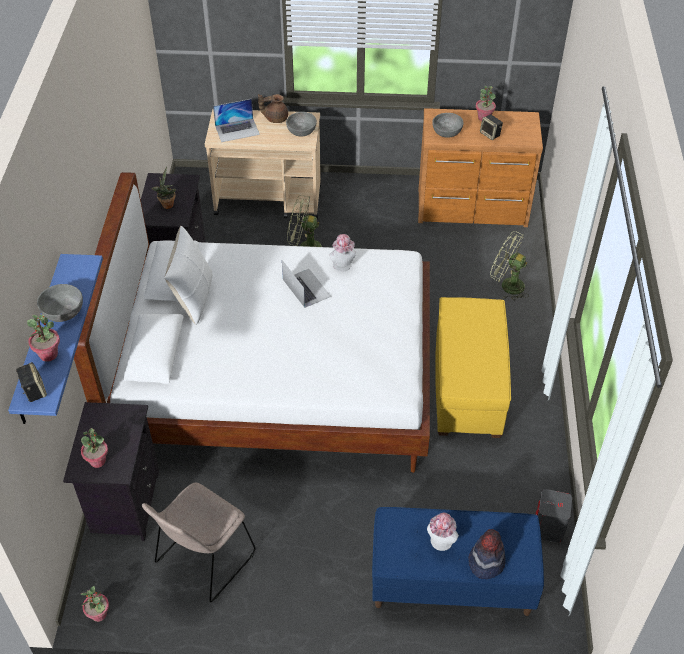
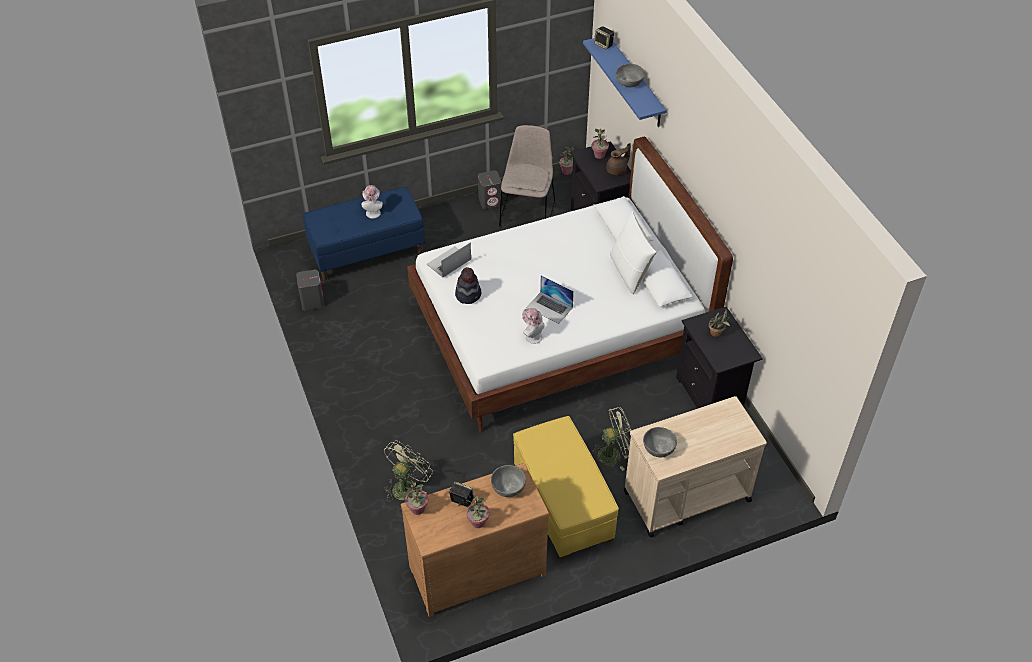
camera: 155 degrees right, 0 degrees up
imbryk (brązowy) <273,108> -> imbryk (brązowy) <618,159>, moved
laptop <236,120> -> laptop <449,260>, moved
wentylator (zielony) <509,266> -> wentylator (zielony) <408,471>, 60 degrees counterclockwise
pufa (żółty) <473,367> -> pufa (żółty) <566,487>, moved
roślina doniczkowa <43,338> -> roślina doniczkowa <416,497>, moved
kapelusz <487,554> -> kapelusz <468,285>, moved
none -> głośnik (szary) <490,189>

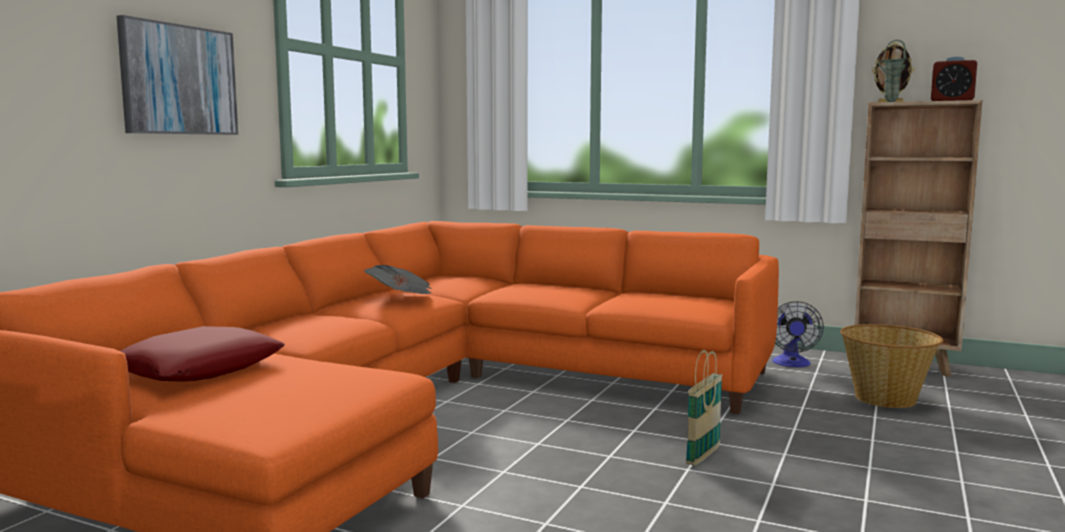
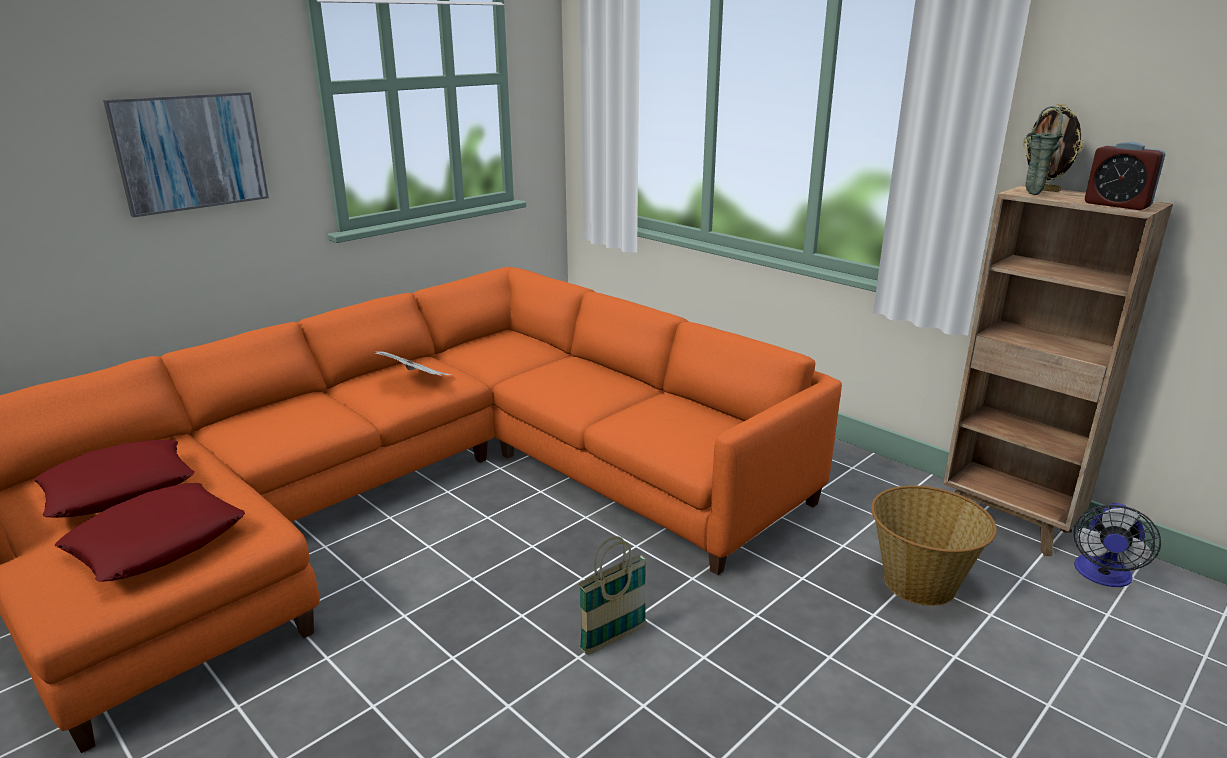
camera: 20 degrees right, 15 degrees up
wentylator <798,334> -> wentylator <1117,545>, moved
none -> poduszka (czerwony) <150,532>

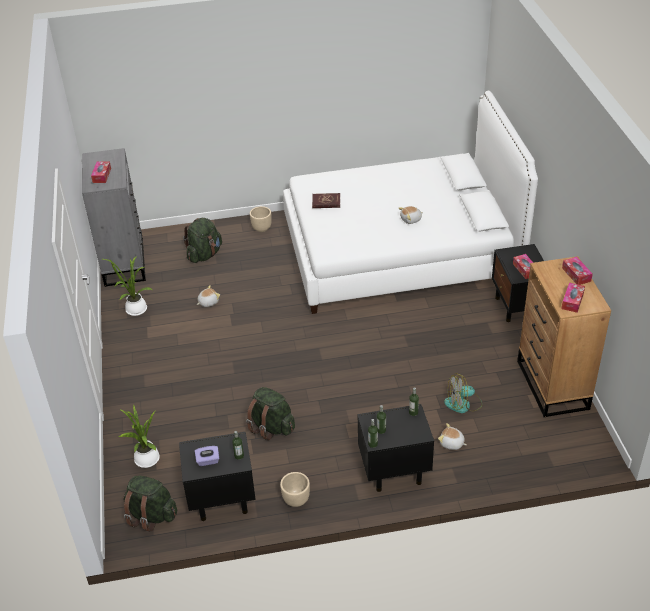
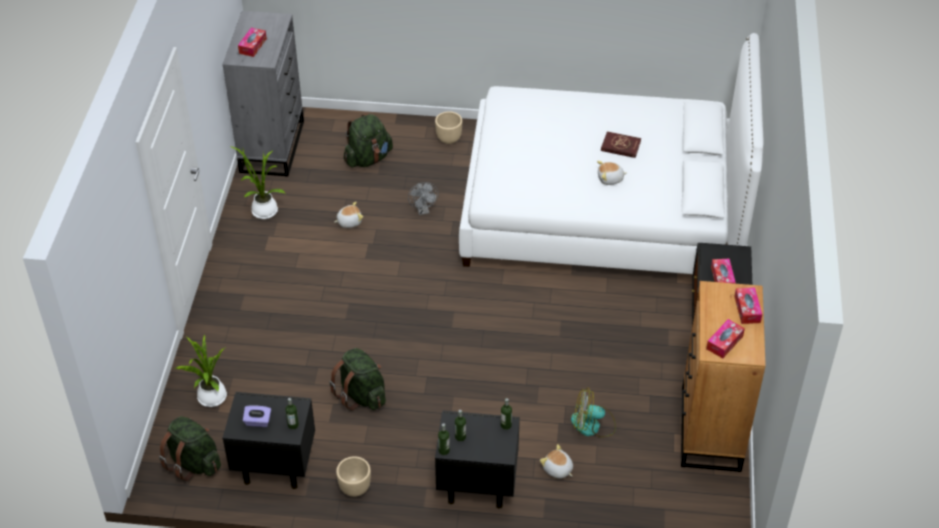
camera: 15 degrees right, 5 degrees up
książka (czerwony) <326,200> -> książka (czerwony) <621,144>, moved
none -> wentylator (szary) <423,198>

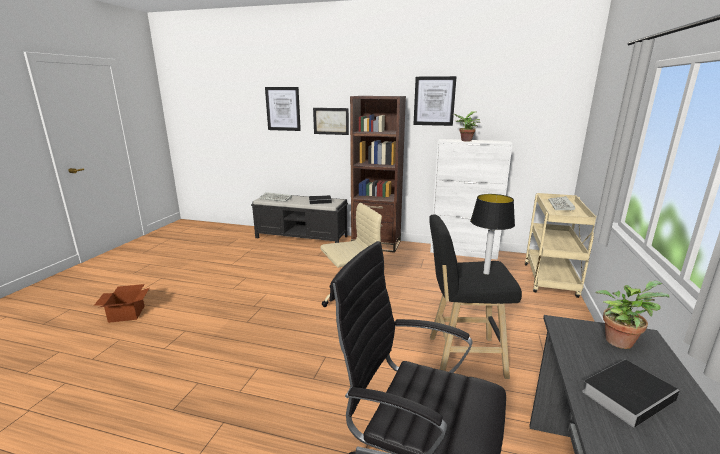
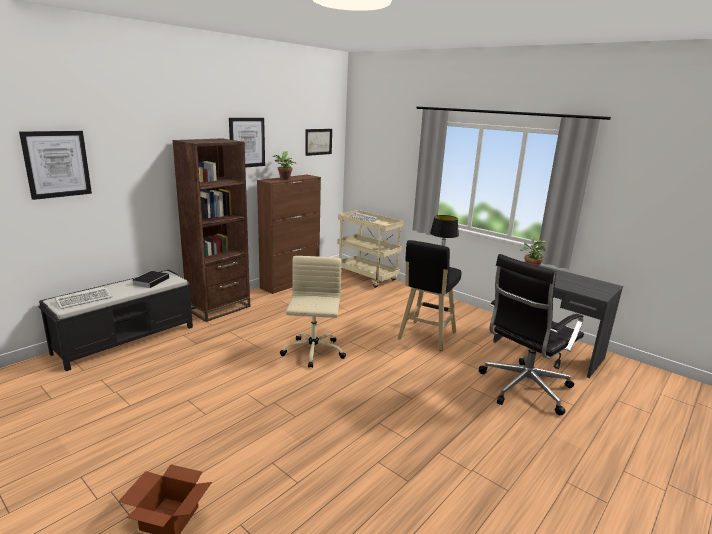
camera: 65 degrees left, 0 degrees up
obraz <331,121> -> obraz <318,142>, moved
szafka (biały) <471,199> -> szafka (brązowy) <289,234>
książka <631,394> -> none

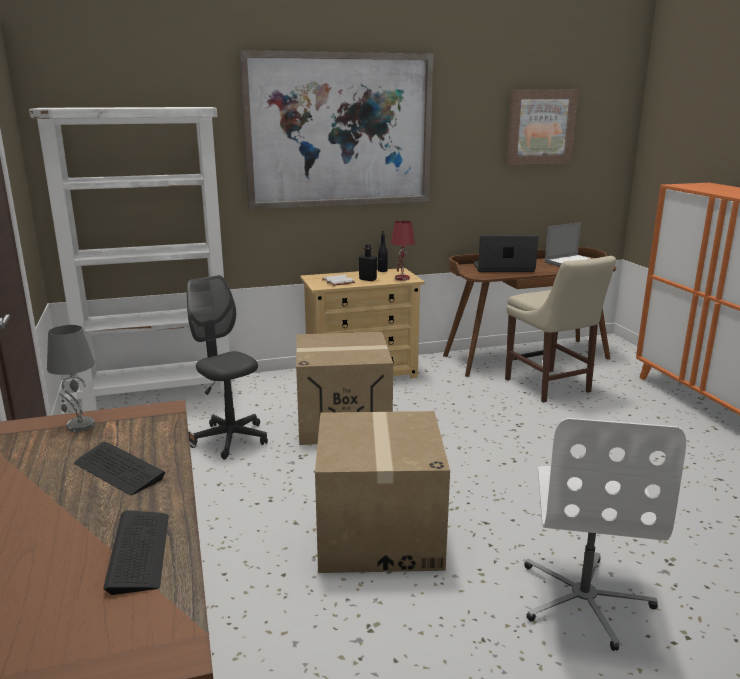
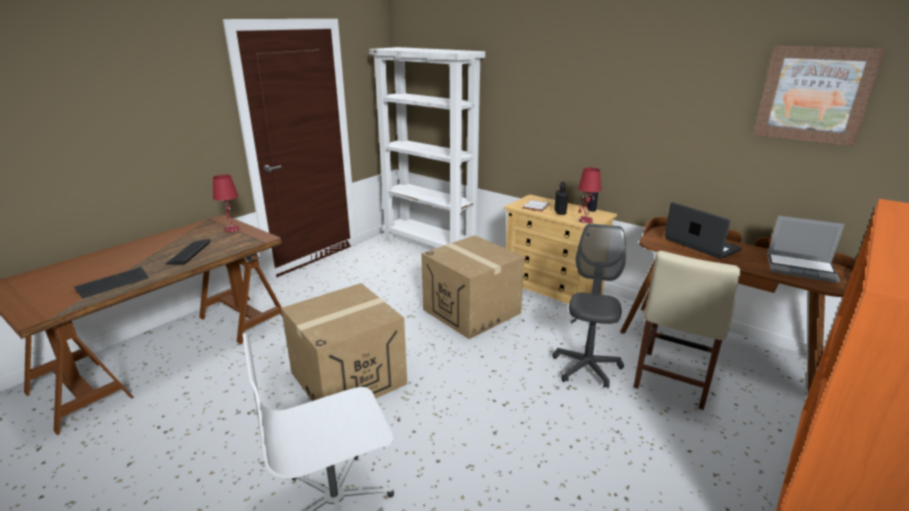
camera: 55 degrees right, 5 degrees up
obraz <336,130> -> none
krzesło biurowe (szary) <227,367> -> krzesło biurowe (szary) <589,306>, moved
lampa stołowa (szary) <71,378> -> lampa stołowa (czerwony) <226,204>

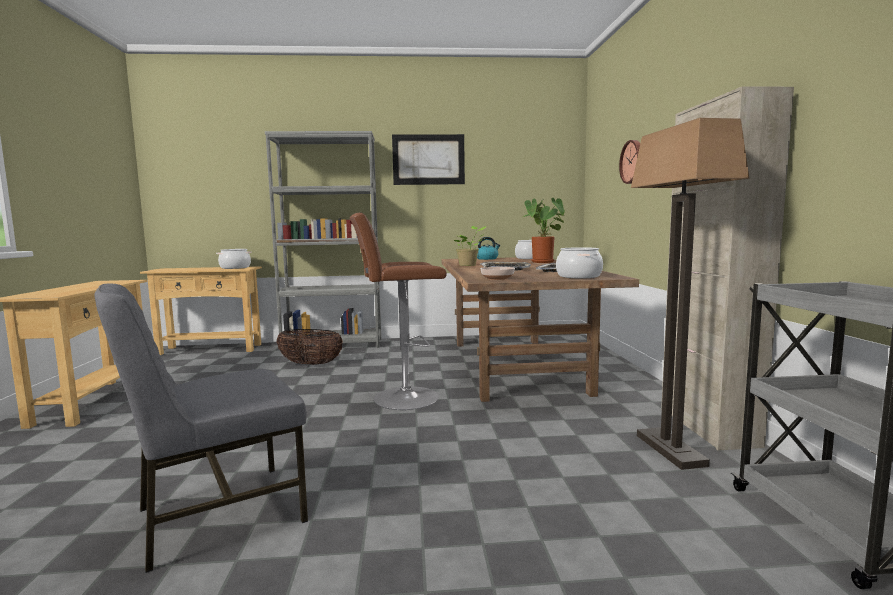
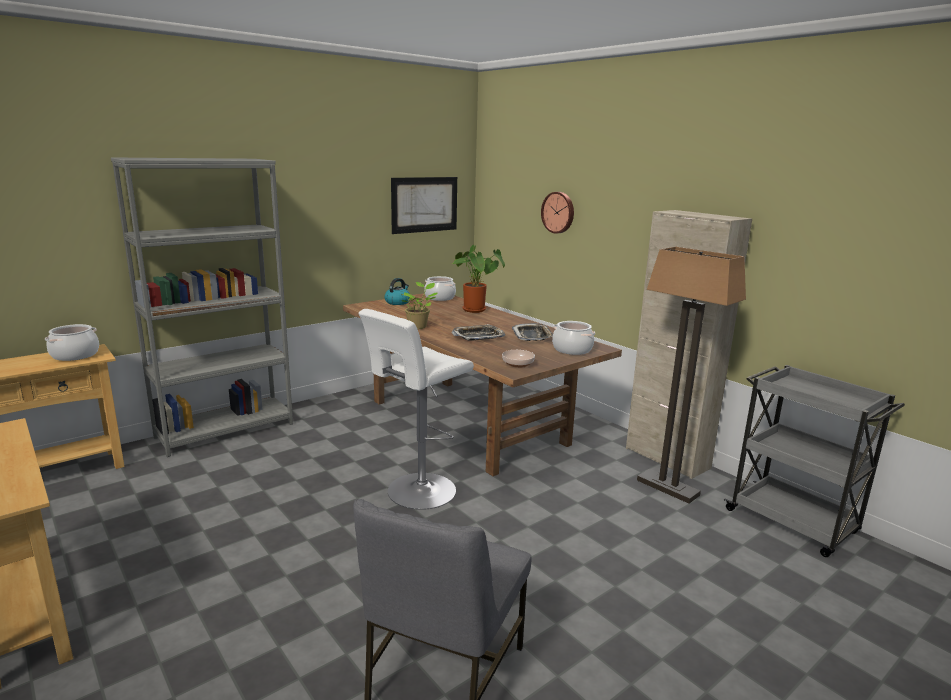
camera: 35 degrees left, 10 degrees up
obraz <428,159> -> obraz <424,205>, moved
stołek (brązowy) <398,311> -> stołek (biały) <416,409>
koszyk <309,347> -> none

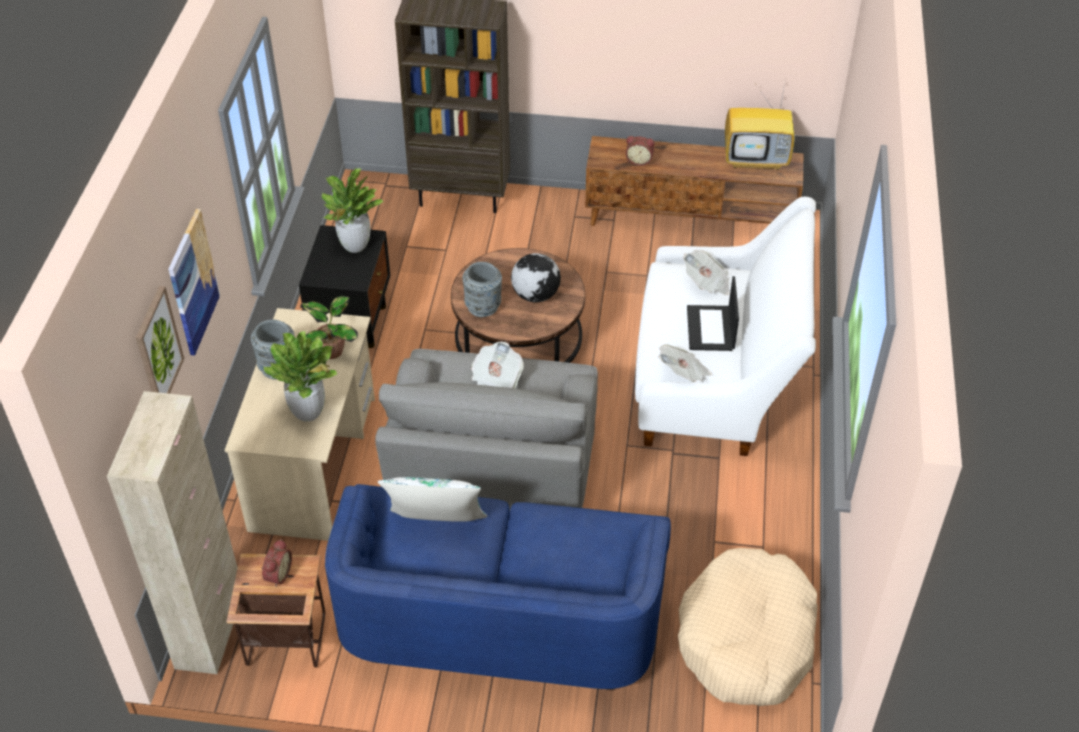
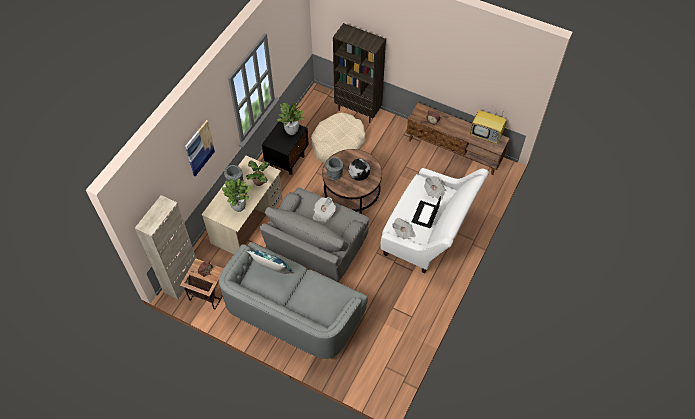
camera: 20 degrees right, 10 degrees up
obraz <160,340> -> none
poduszka (biały) <433,499> -> poduszka (niebieski) <270,262>
kanapa (niebieski) <498,587> -> kanapa (szary) <293,300>
legowisko (beżowy) <748,627> -> legowisko (beżowy) <338,138>, moved

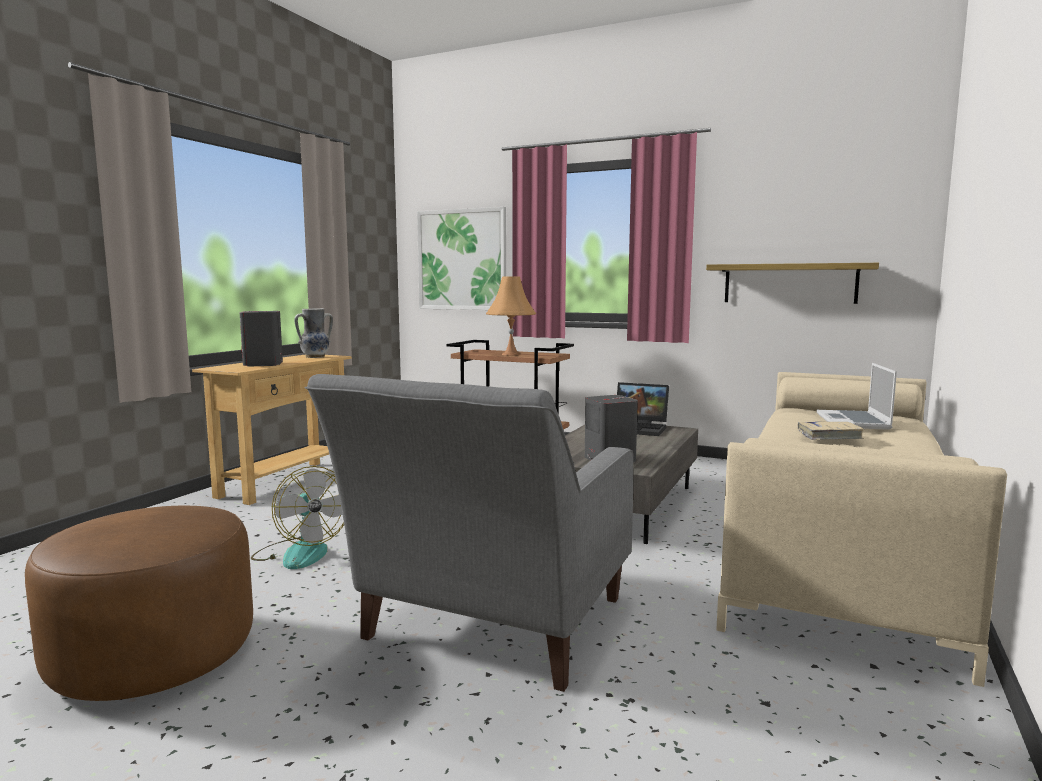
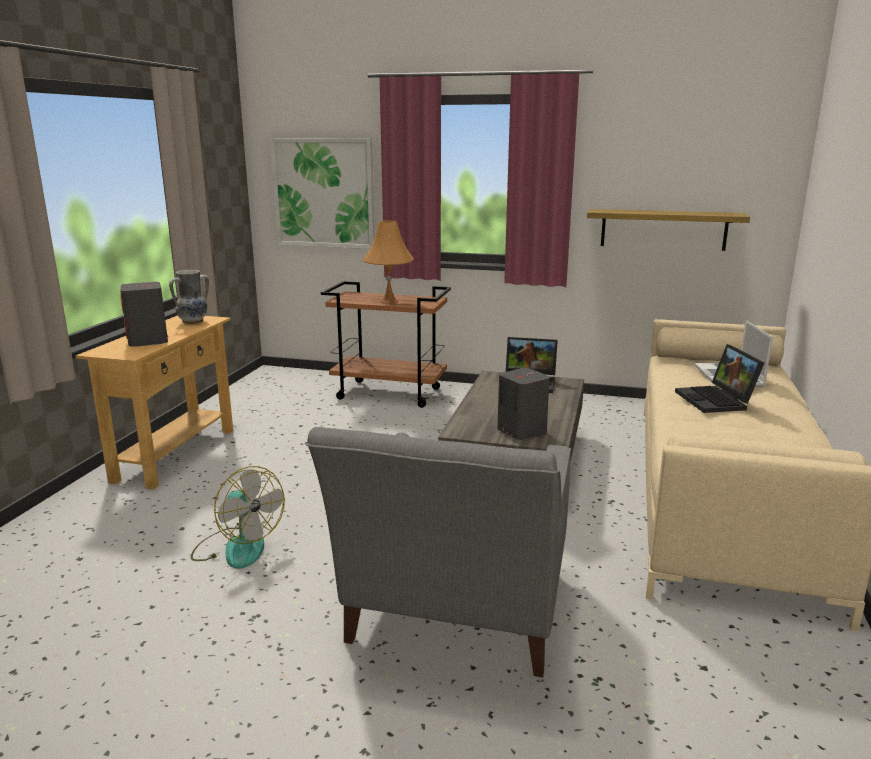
camera: 10 degrees left, 10 degrees up
książka (beżowy) <831,431> -> laptop <720,378>
pufa (brązowy) <139,603> -> none

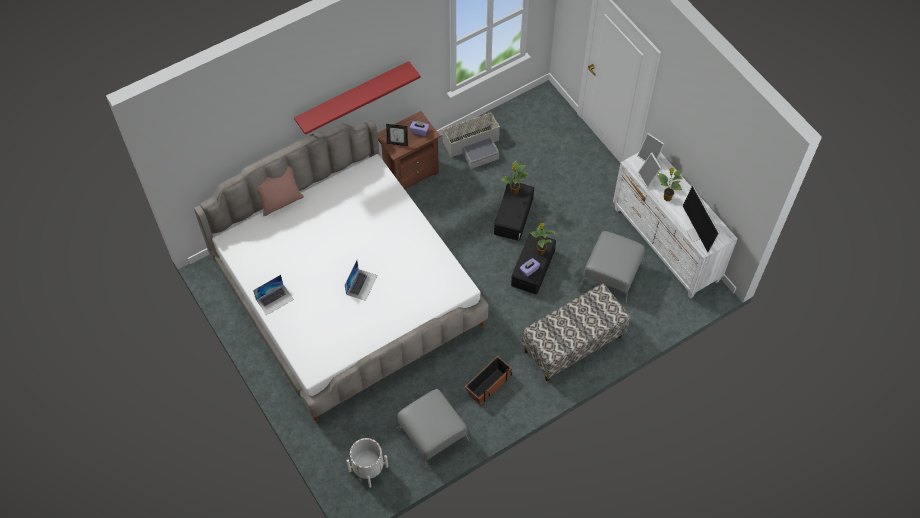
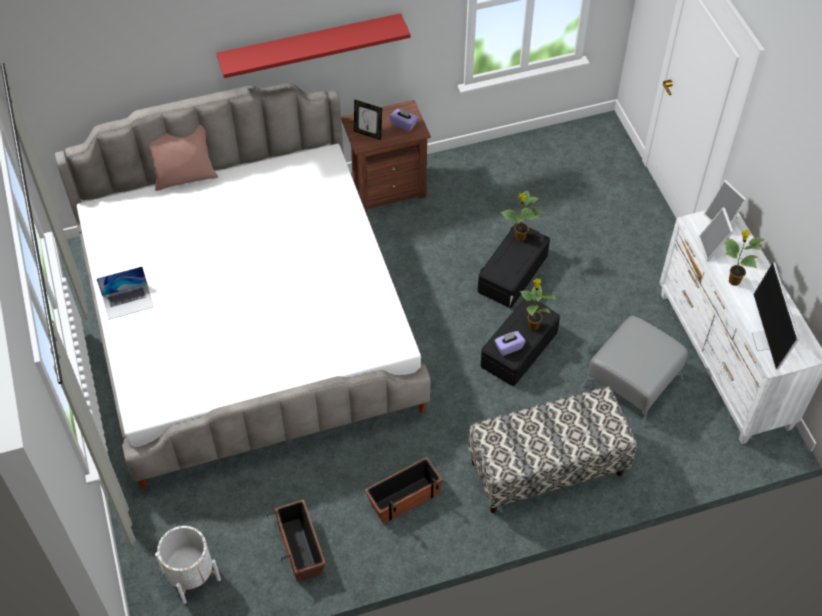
camera: 15 degrees right, 5 degrees down
pojemnik do przechowywania (szary) <471,140> -> none
laptop <361,280> -> none
pufa (szary) <432,429> -> donica <296,540>

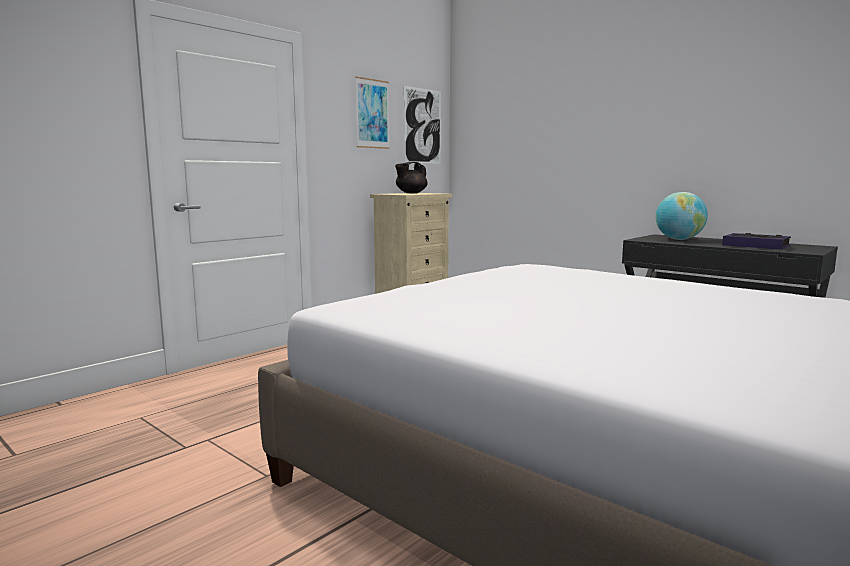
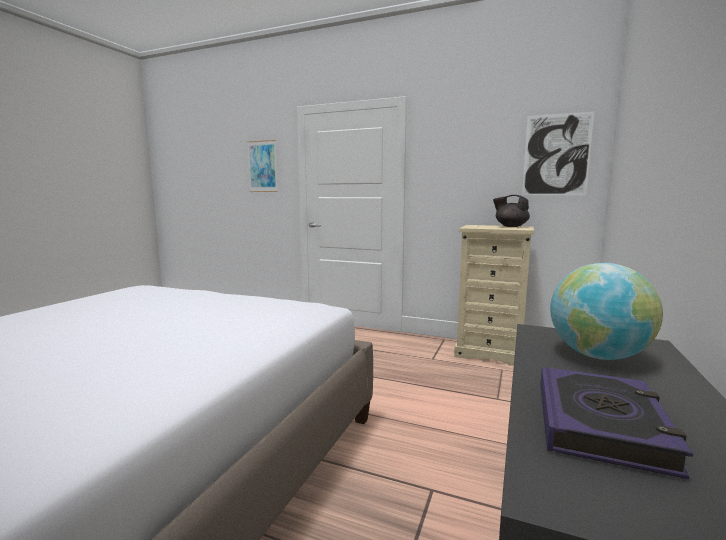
camera: 70 degrees right, 0 degrees up
obraz <372,112> -> obraz <262,166>, moved

